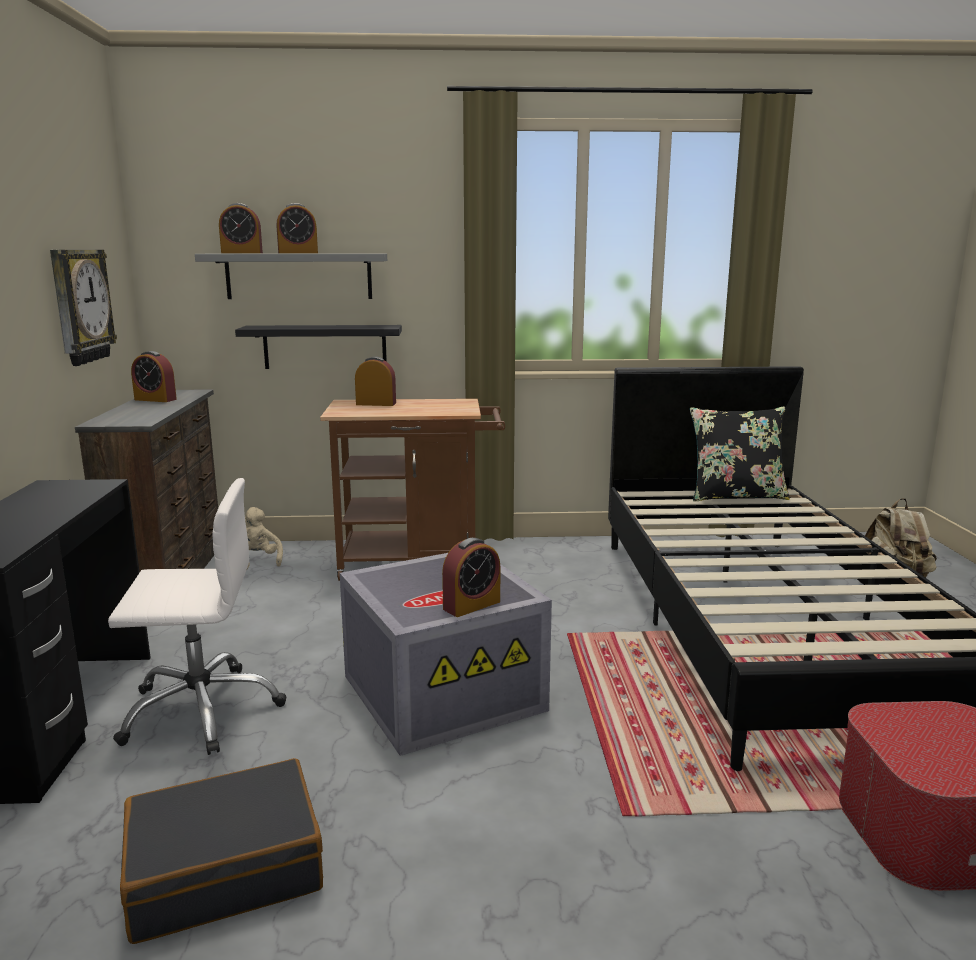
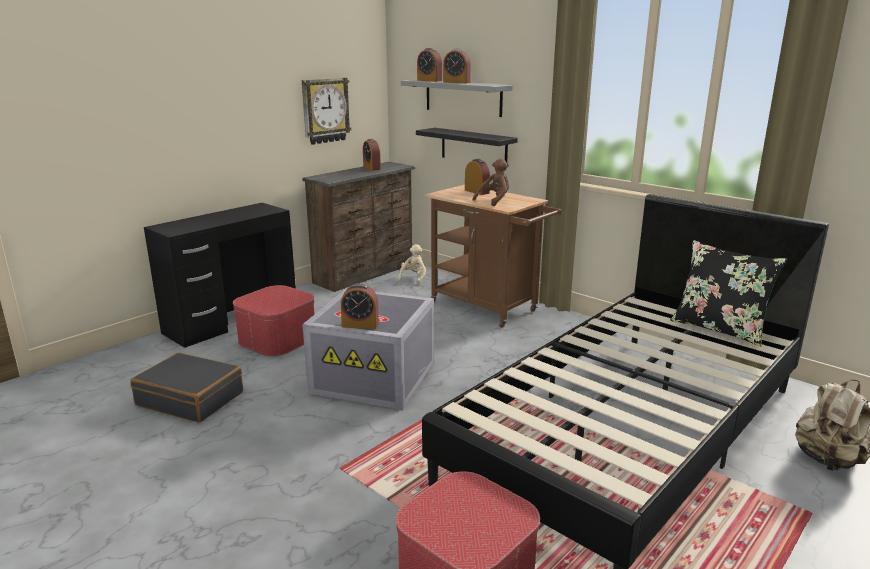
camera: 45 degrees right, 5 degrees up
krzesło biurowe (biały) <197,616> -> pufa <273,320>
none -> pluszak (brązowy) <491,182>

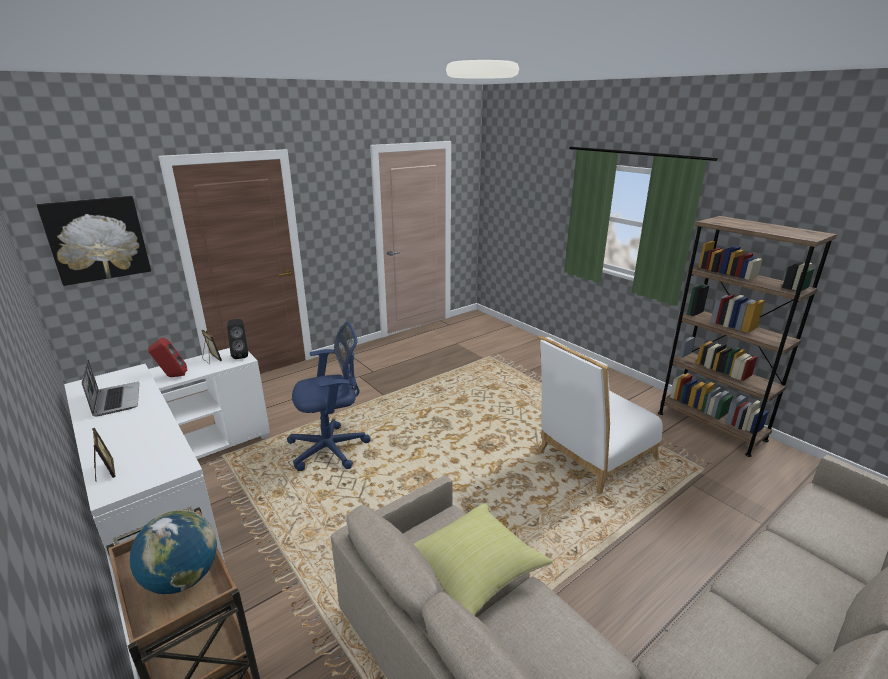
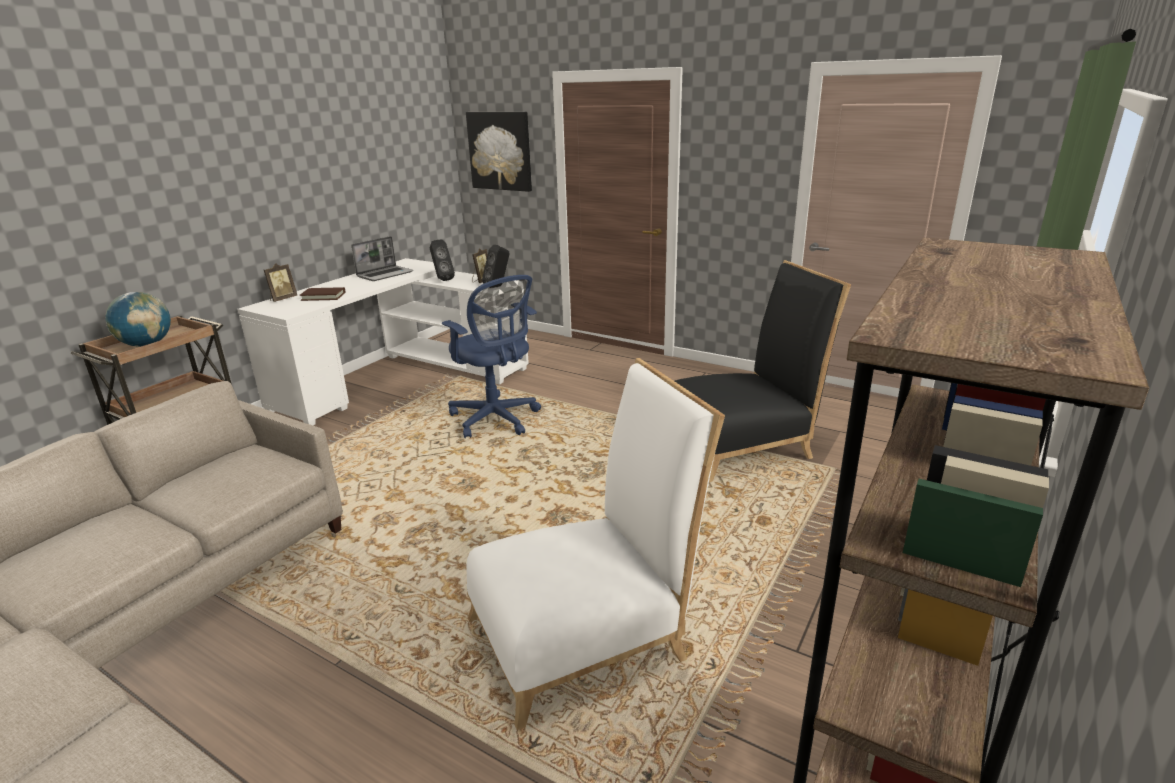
camera: 70 degrees right, 0 degrees up
krzesło (biały) <600,415> -> krzesło (biały) <595,544>, 120 degrees clockwise
głośnik (czerwony) <167,357> -> głośnik (czarny) <442,260>
poduszka (żółty) <483,559> -> none
none -> krzesło (czarny) <763,371>
none -> książka (brązowy) <322,294>

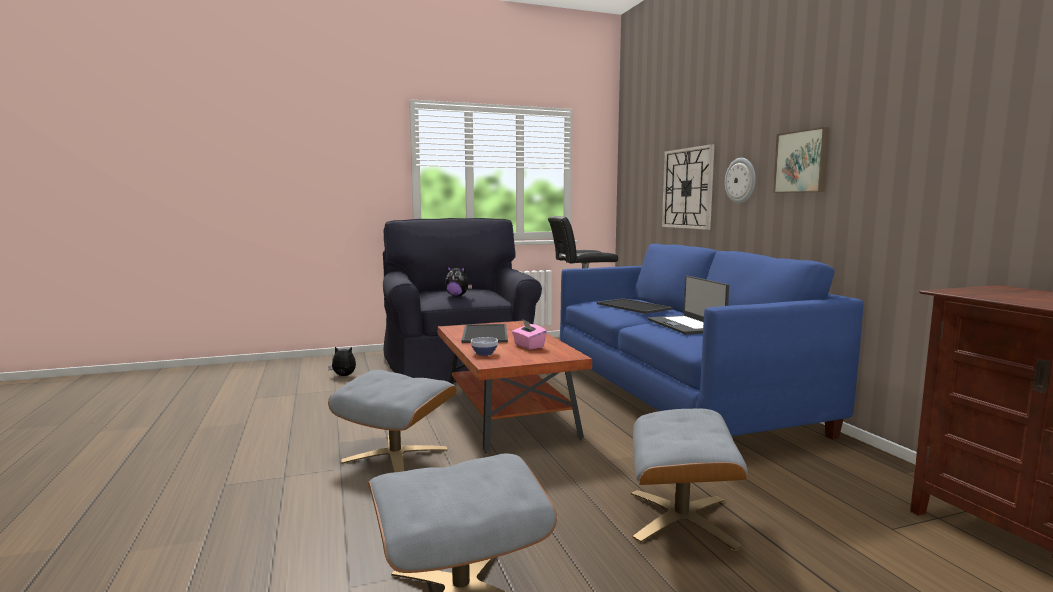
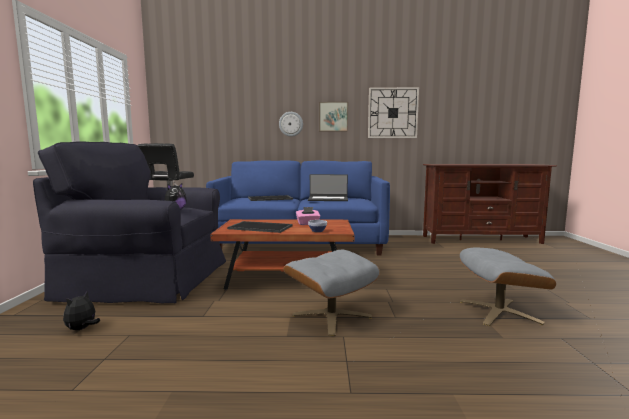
camera: 70 degrees left, 0 degrees up
zegar ścienny <688,187> -> zegar ścienny <393,112>, moved
pufa (szary) <689,480> -> none

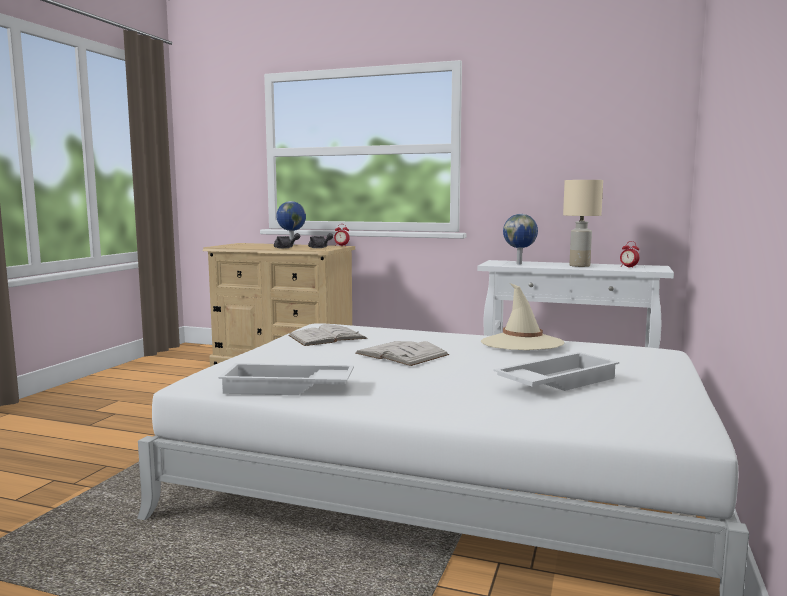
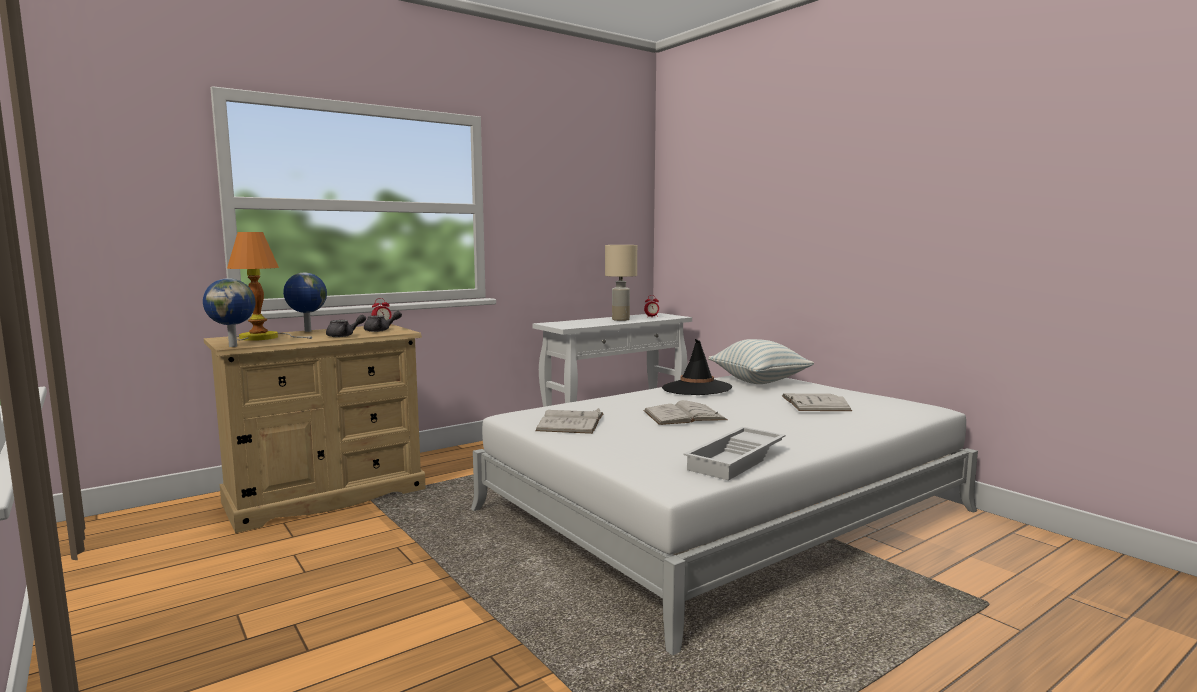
camera: 55 degrees left, 0 degrees up
globus <520,239> -> globus <229,312>, moved
kapelusz (beżowy) <522,316> -> kapelusz (czarny) <697,367>
taca (biały) <556,371> -> książka (biały) <817,402>
none -> lampa stołowa <270,286>
none -> poduszka <761,361>

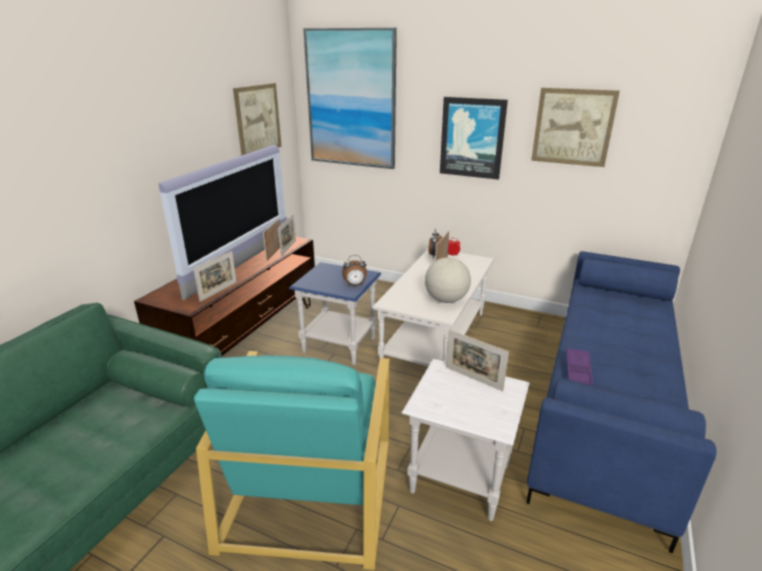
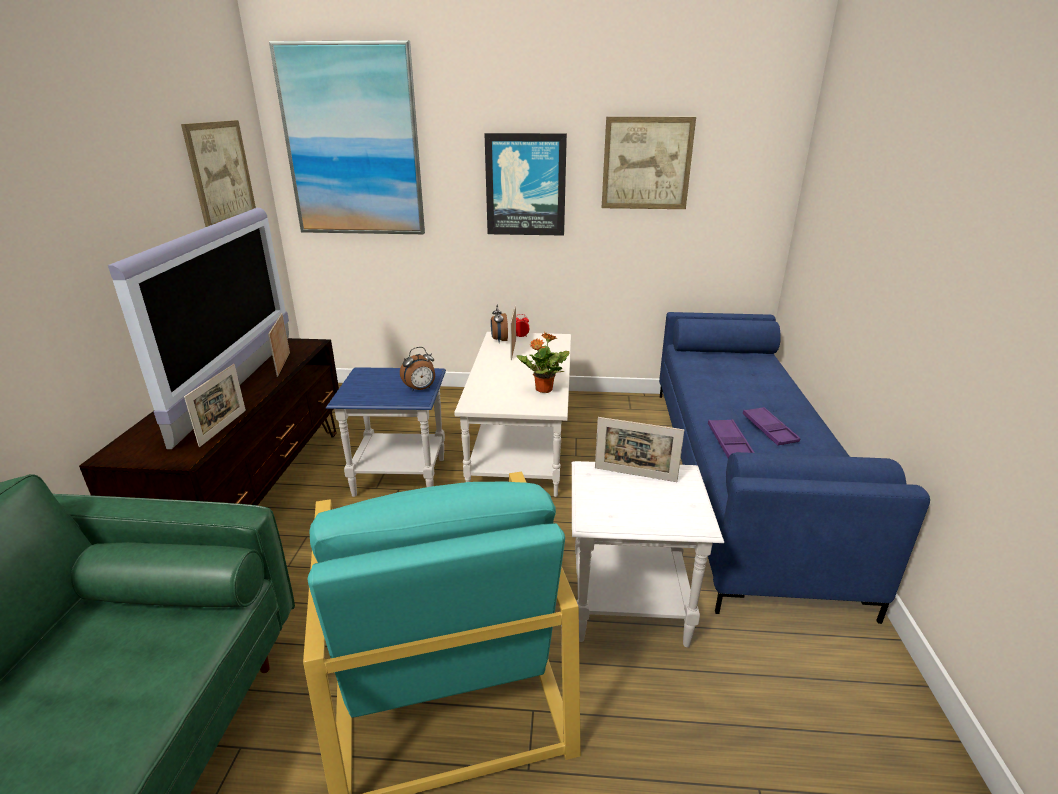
camera: 20 degrees left, 0 degrees up
ramka na zdjęcie <287,235> -> none
globus <448,280> -> roślina doniczkowa <543,362>
none -> taca (fioletowy) <771,426>

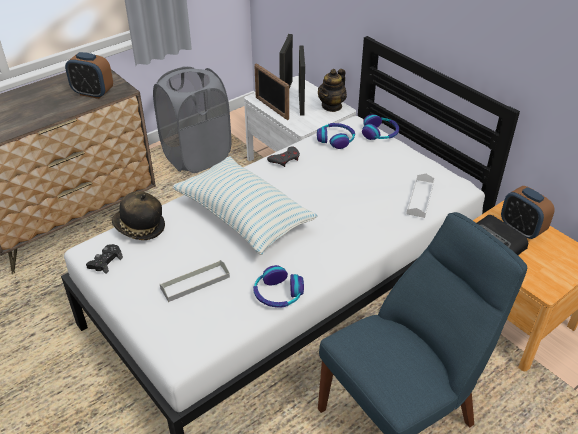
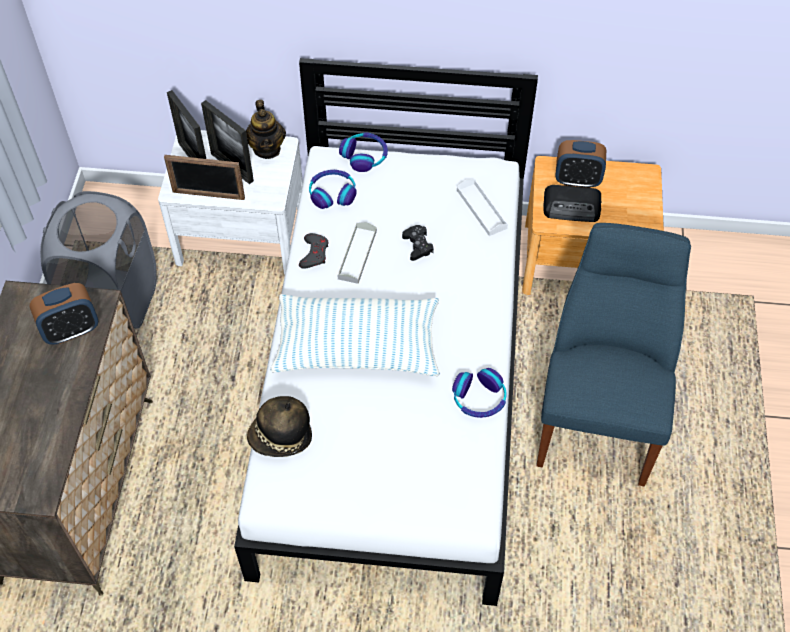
camera: 45 degrees left, 15 degrees up
pad do gier (czarny) <104,259> -> pad do gier (czarny) <418,243>, moved
taca (szary) <195,281> -> taca (szary) <357,253>, moved

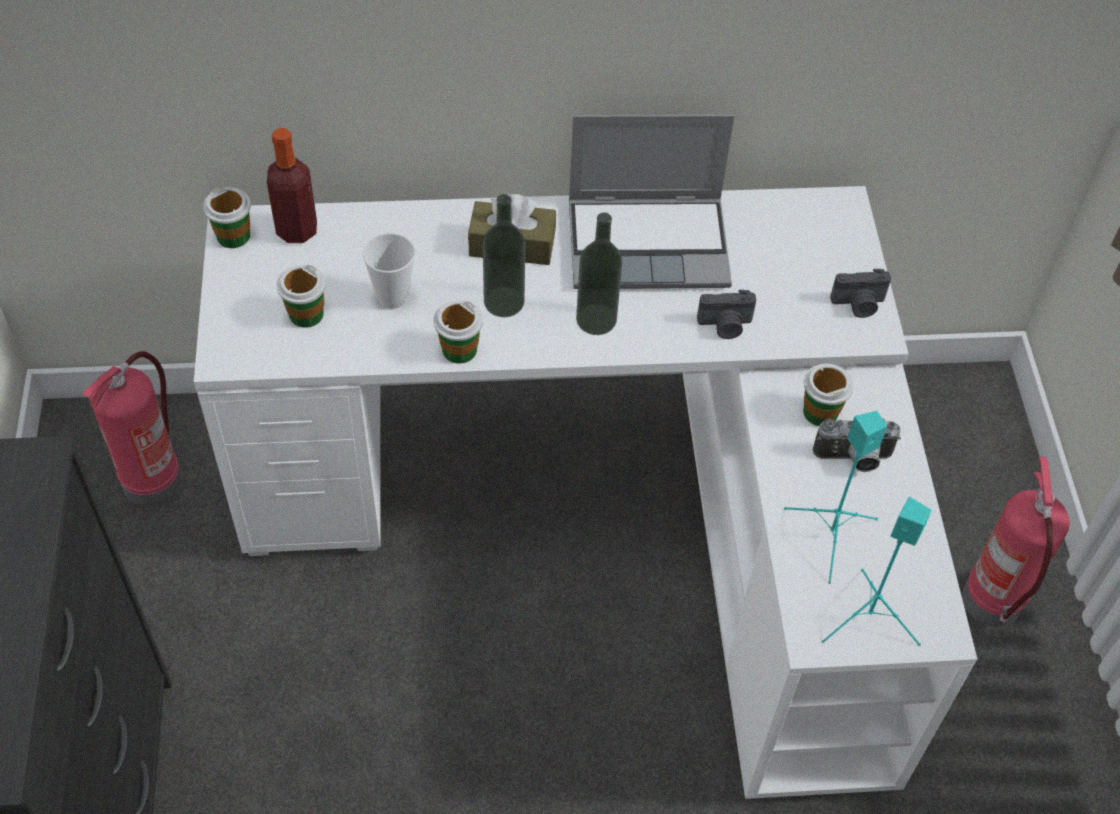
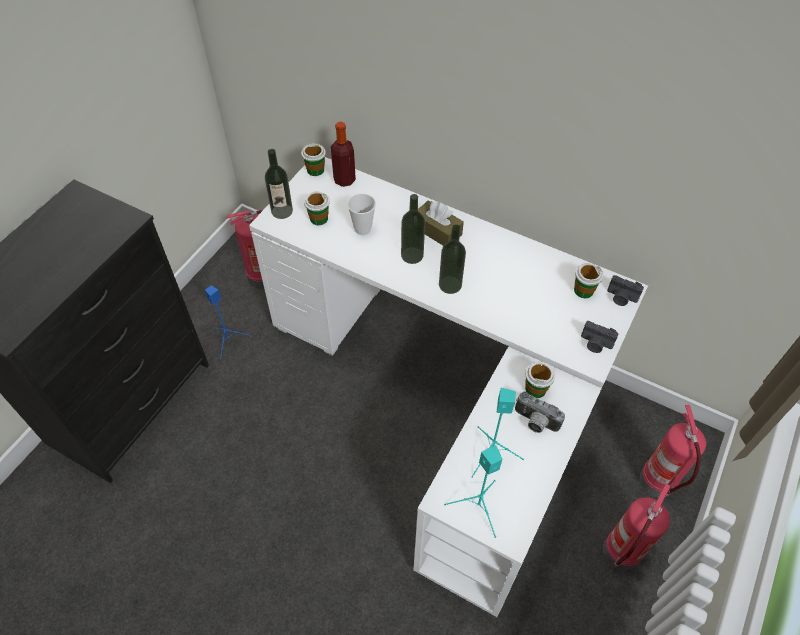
camera: 35 degrees right, 0 degrees up
laptop <651,201> -> none
aparat fotograficzny <726,314> -> aparat fotograficzny <625,290>, moved
filiżanka <458,332> -> filiżanka <588,280>, moved
none -> butelka <279,184>
none -> głośnik (niebieski) <228,322>
none -> gaśnica <672,451>

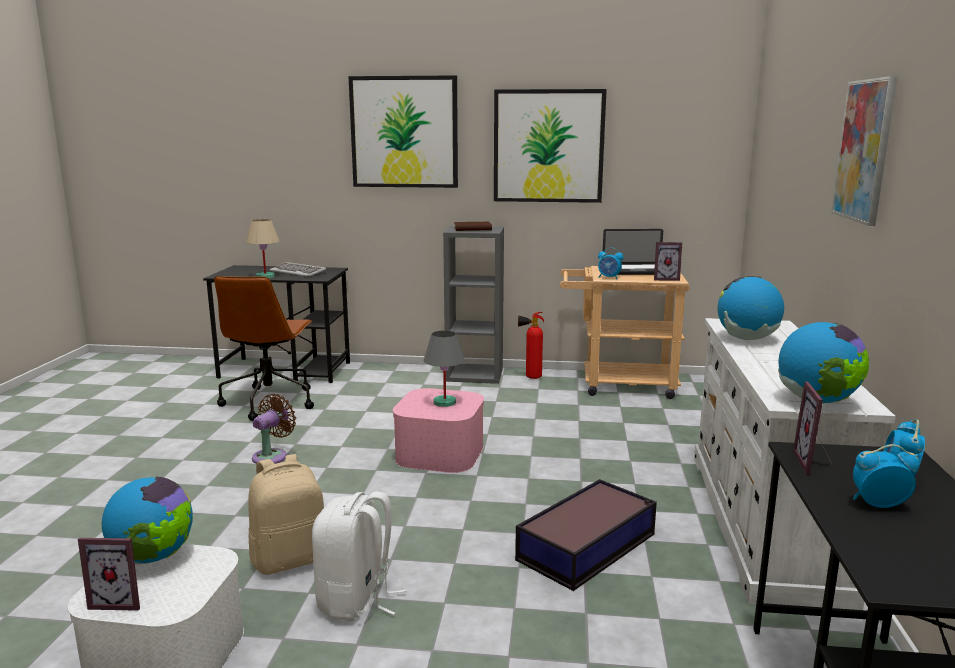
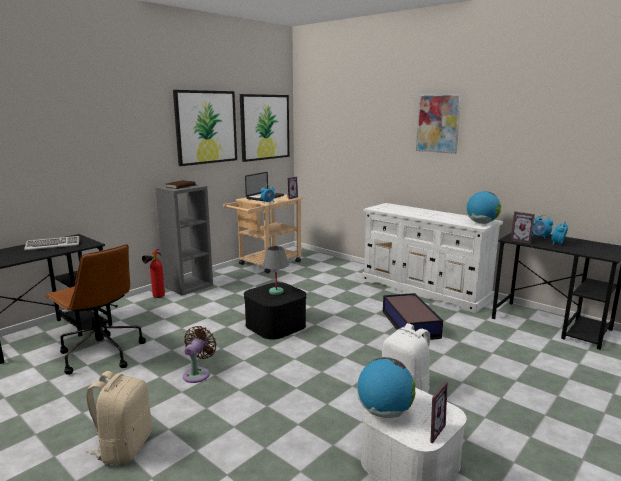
camera: 55 degrees left, 0 degrees up
obraz <403,132> -> obraz <264,128>, moved
lampa stołowa (beżowy) <262,248> -> none
globus <750,308> -> none
gaśnica <531,345> -> gaśnica <153,273>, moved
pojemnik do przechowywania (różowy) <438,430> -> pojemnik do przechowywania (czarny) <275,311>
wentylator (brązowy) <274,429> -> wentylator (brązowy) <200,354>, 45 degrees clockwise
plecak (beżowy) <286,514> -> plecak (beżowy) <119,418>, moved

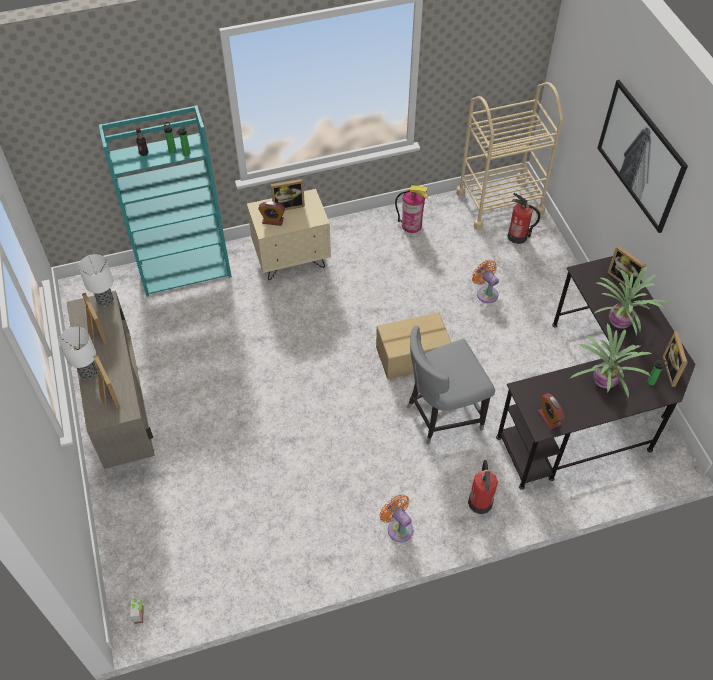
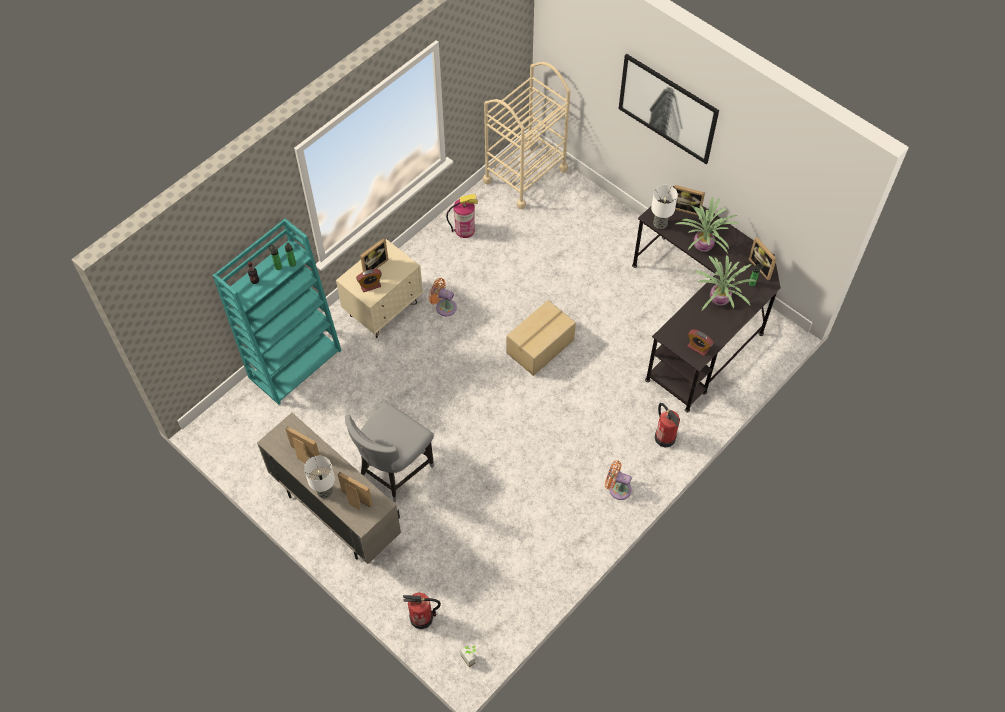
camera: 30 degrees left, 5 degrees up
gaśnica <523,218> -> gaśnica <422,611>, moved
lampa stołowa <96,280> -> lampa stołowa <664,207>, moved
wentylator (pomarańczowy) <485,281> -> wentylator (pomarańczowy) <443,297>, moved
krzesło (szary) <451,385> -> krzesło (szary) <389,452>, moved

